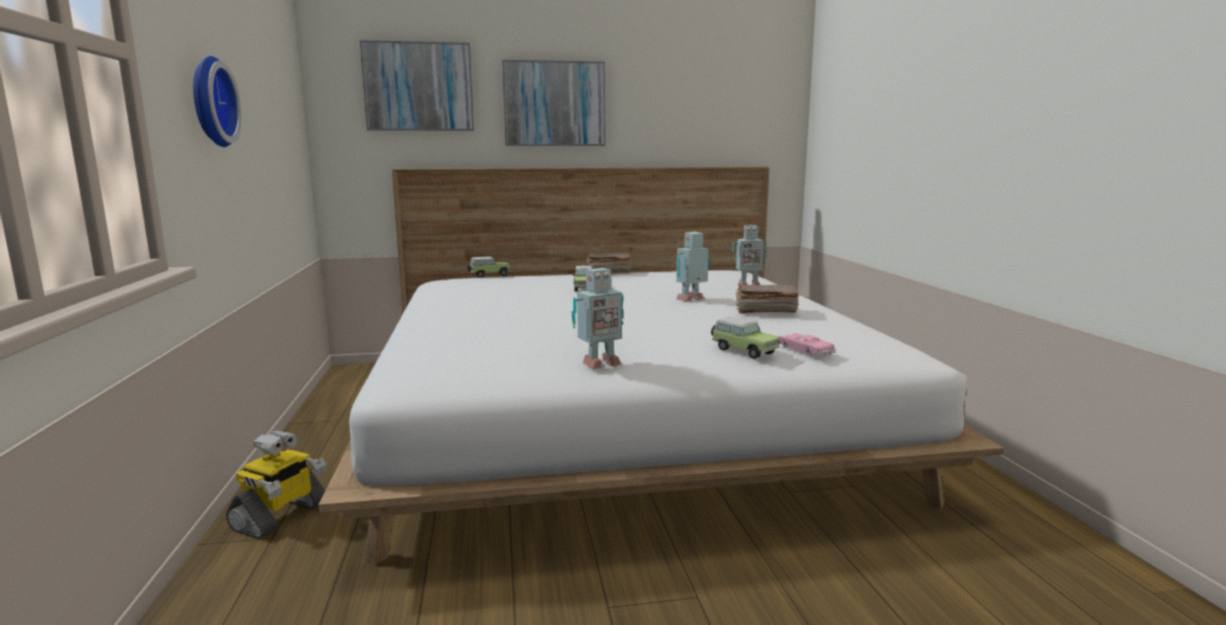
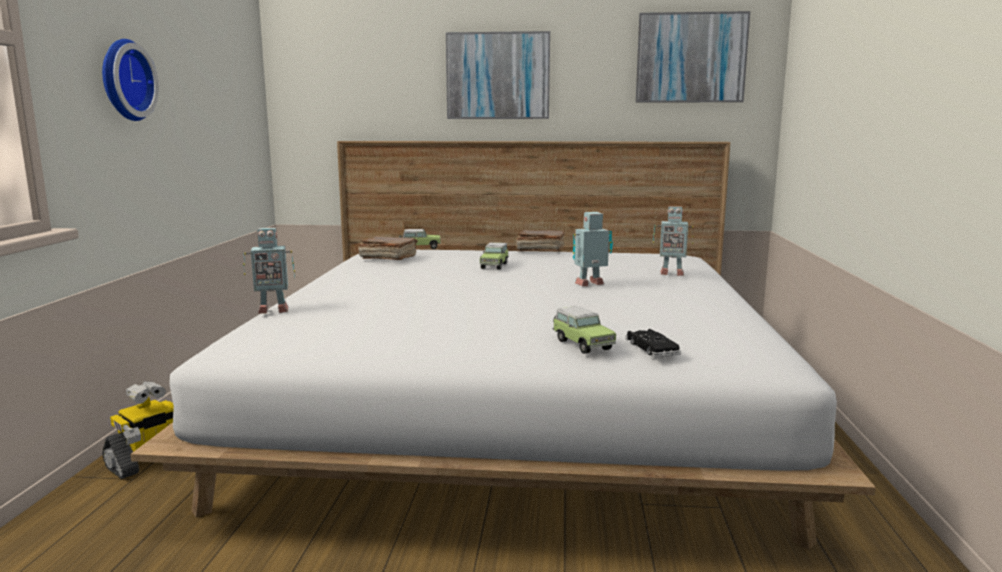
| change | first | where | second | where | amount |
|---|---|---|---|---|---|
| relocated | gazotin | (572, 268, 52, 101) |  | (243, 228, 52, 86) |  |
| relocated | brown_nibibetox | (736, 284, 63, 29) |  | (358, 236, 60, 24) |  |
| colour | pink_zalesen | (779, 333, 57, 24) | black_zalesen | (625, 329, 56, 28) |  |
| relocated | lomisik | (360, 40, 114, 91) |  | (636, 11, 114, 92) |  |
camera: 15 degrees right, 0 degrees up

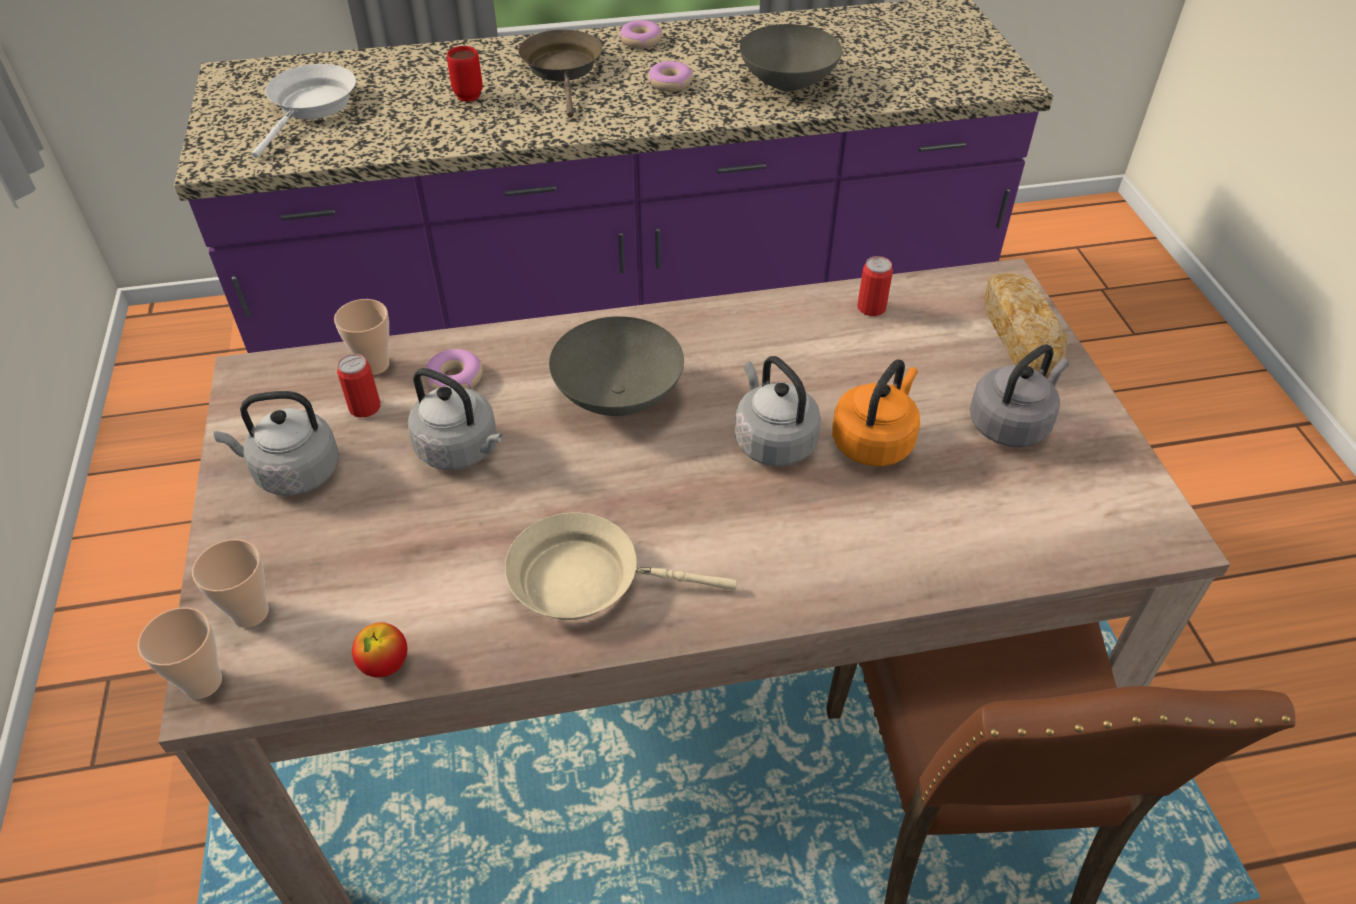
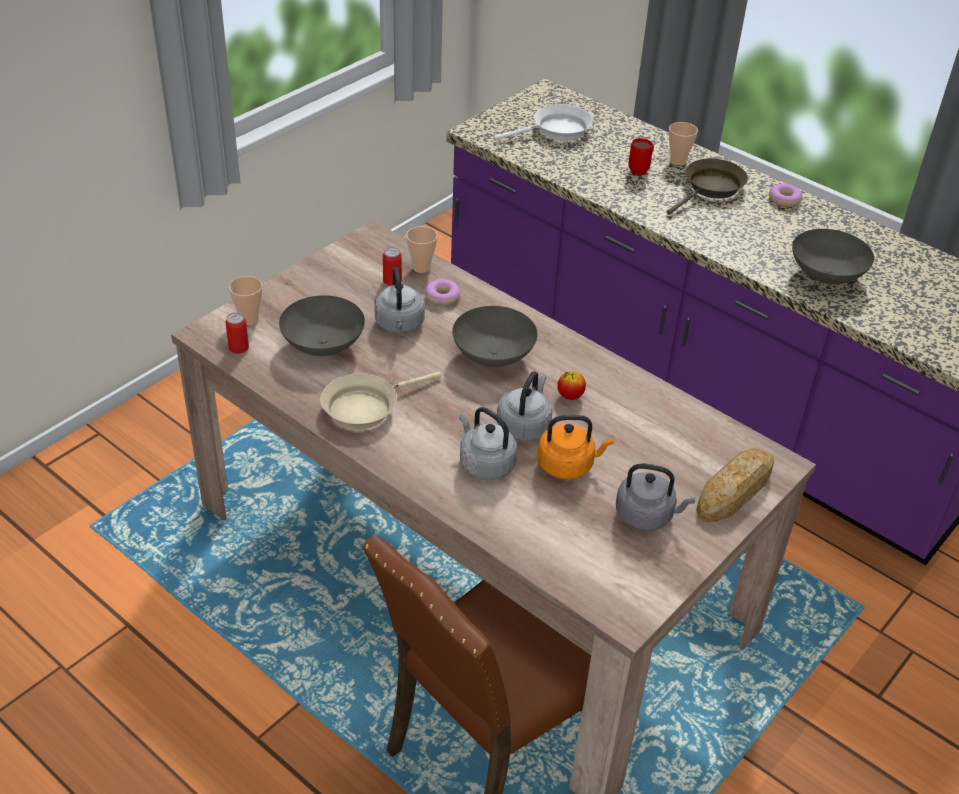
| change | first | where | second | where | amount |
|---|---|---|---|---|---|
| relocated | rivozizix | (857, 256, 36, 60) |  | (225, 312, 24, 42) |  |
| appeared |  |  | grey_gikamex | (279, 295, 86, 61) |  |
| spun | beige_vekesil | (505, 512, 232, 108) |  | (320, 372, 121, 57) | 90 degrees counterclockwise |
| relocated | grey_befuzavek | (213, 391, 126, 105) |  | (459, 407, 58, 73) |  |
| relocated | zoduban | (352, 622, 55, 55) |  | (557, 371, 29, 29) |  |
| relocated | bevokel | (138, 607, 84, 92) |  | (669, 122, 29, 43) |  |
| missing | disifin | (648, 61, 45, 31) |  |  |  |
camera: 50 degrees right, 5 degrees down

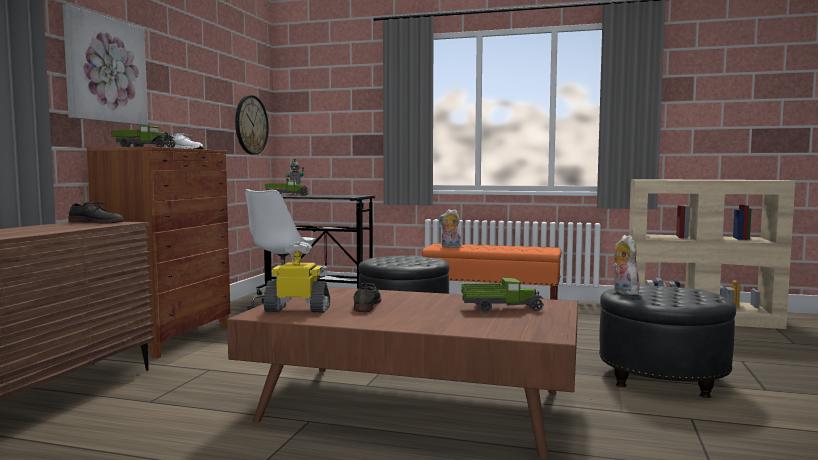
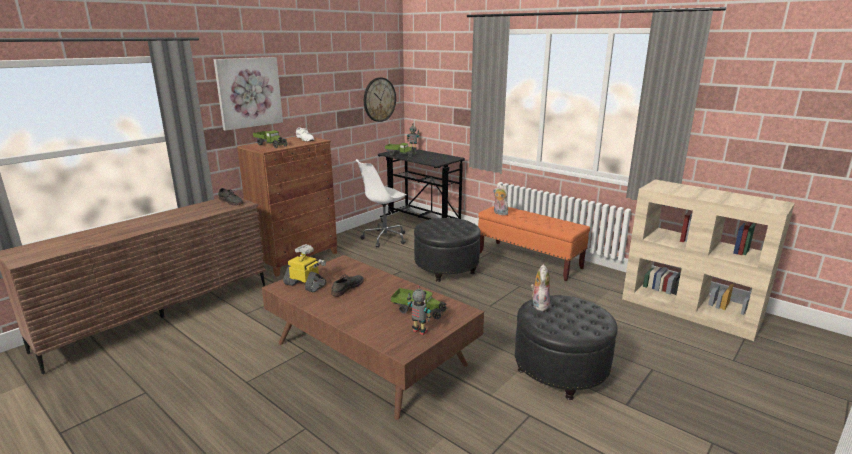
| change | first | where | second | where | amount |
|---|---|---|---|---|---|
| appeared |  |  | gazotin | (407, 285, 24, 50) |  |
camera: 25 degrees right, 15 degrees up

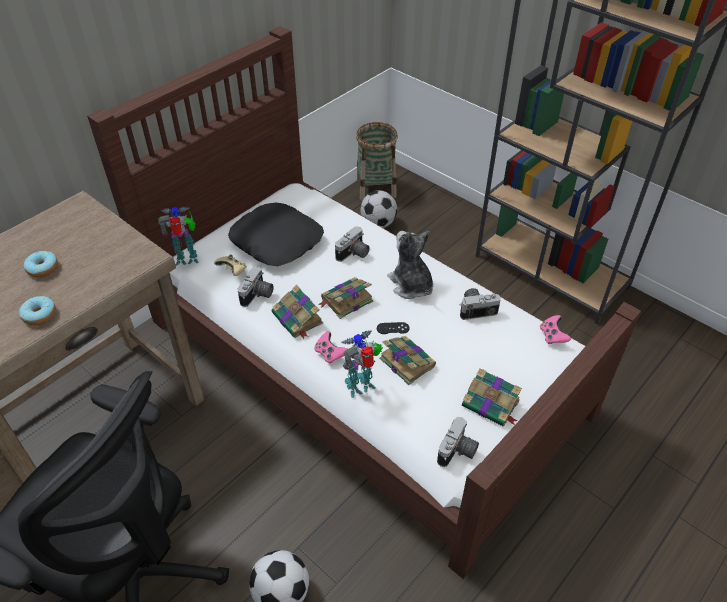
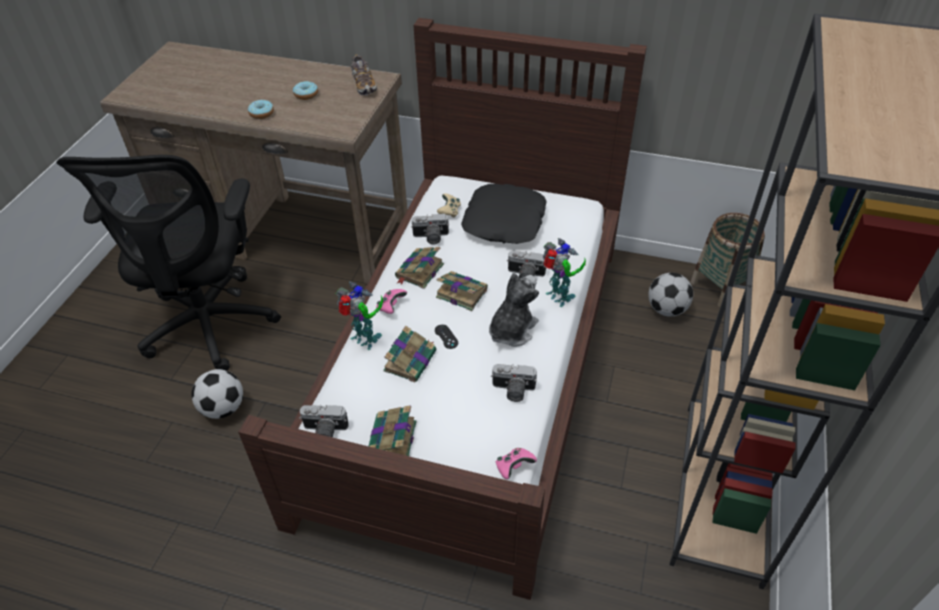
| change | first | where | second | where | amount |
|---|---|---|---|---|---|
| appeared |  |  | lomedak | (351, 54, 26, 42) |  |
| spun | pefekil | (459, 288, 42, 32) |  | (491, 364, 46, 38) | 135 degrees clockwise |
| relocated | gazotin | (158, 207, 41, 59) |  | (543, 238, 43, 69) |  |
camera: 65 degrees right, 0 degrees up

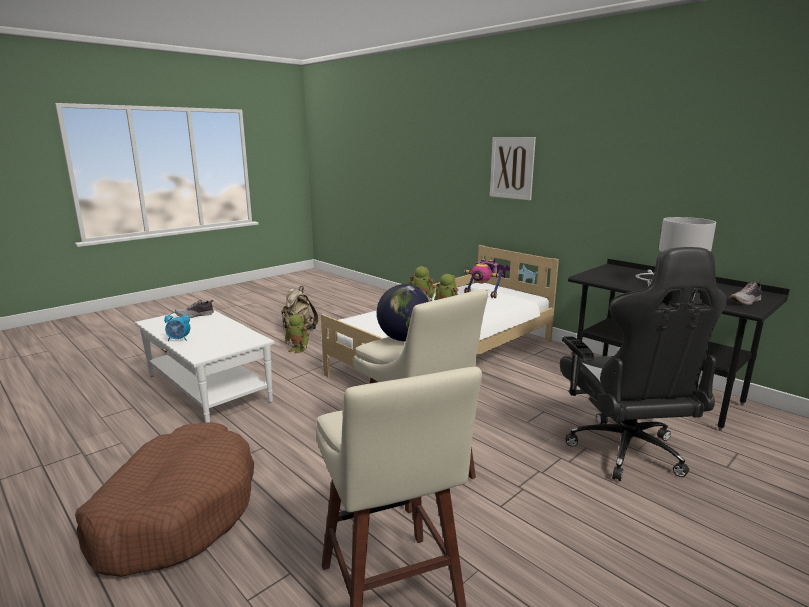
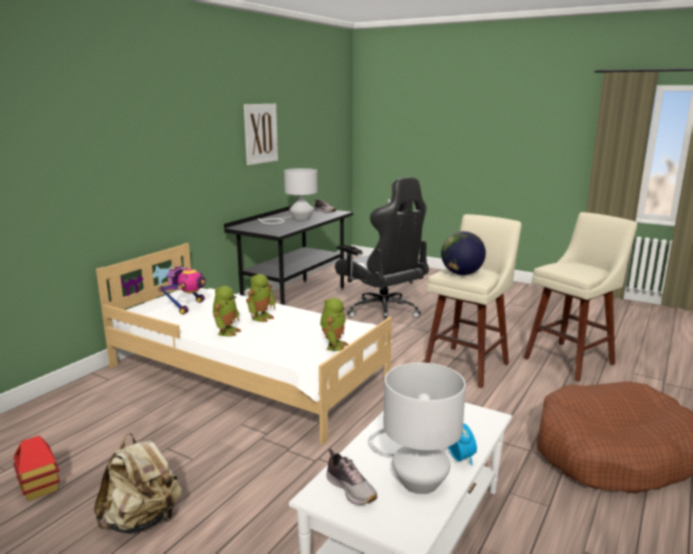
| change | first | where | second | where | amount |
|---|---|---|---|---|---|
| appeared |  |  | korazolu | (13, 436, 47, 65) |  |
| relocated | lomisik | (490, 137, 46, 63) |  | (244, 104, 34, 61) |  |
| relocated | gazotin | (285, 315, 25, 39) |  | (320, 298, 28, 53) |  |
| spun | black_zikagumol | (560, 247, 167, 234) |  | (335, 177, 94, 144) | 75 degrees clockwise |
| appeared |  |  | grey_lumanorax | (368, 363, 98, 131) |  |
camera: 105 degrees left, 0 degrees up

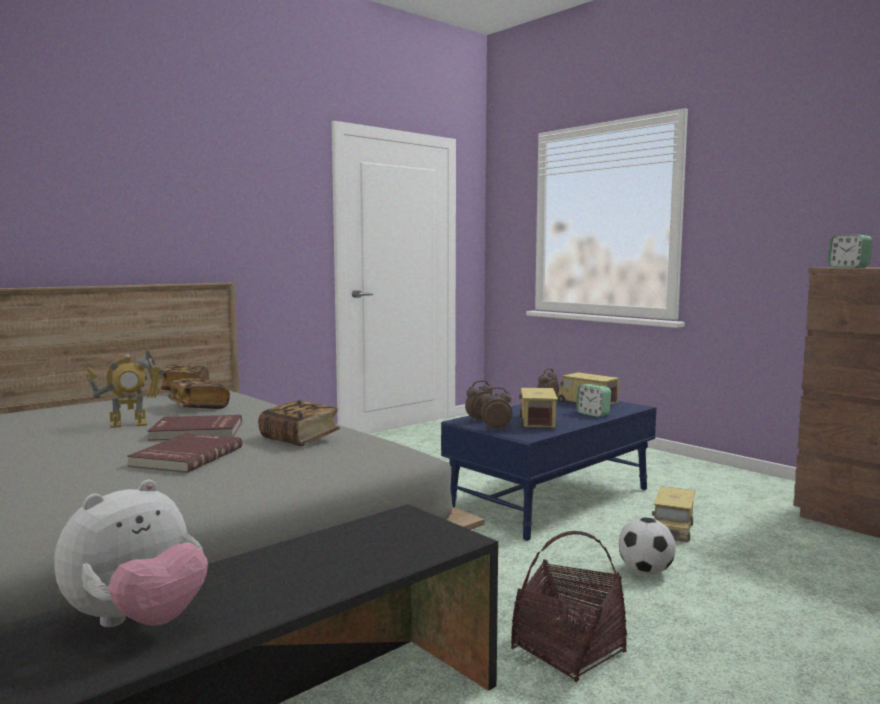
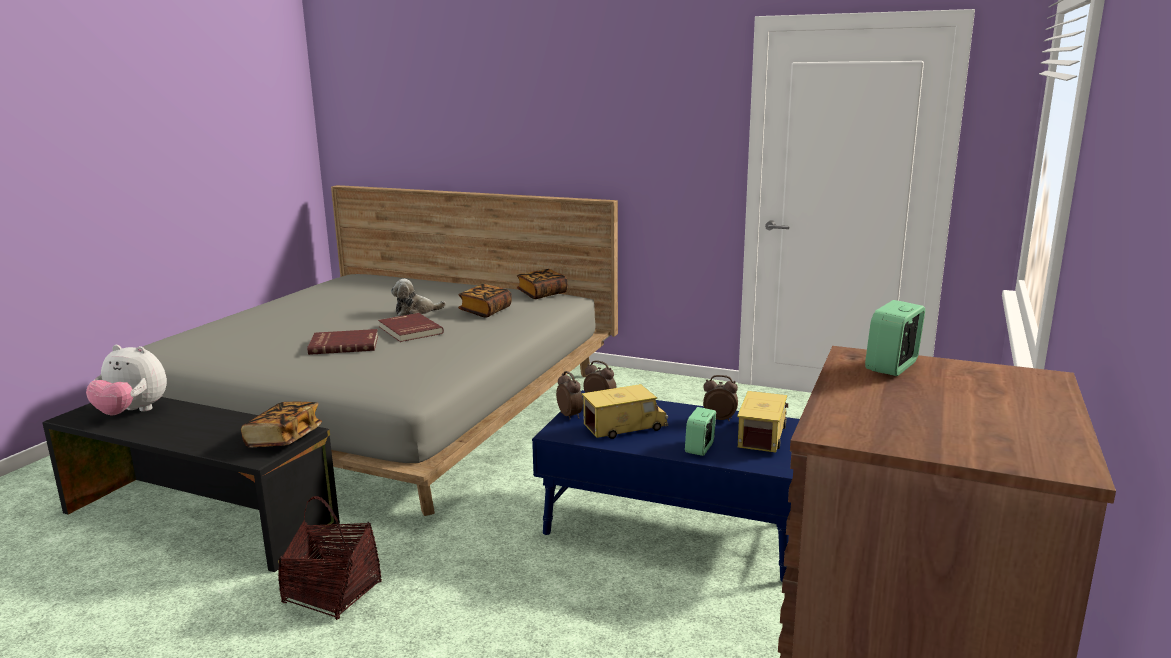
| change | first | where | second | where | amount |
|---|---|---|---|---|---|
| relocated | nibibetox | (258, 400, 82, 46) |  | (241, 402, 81, 46) |  |
| exchanged | gazotin | (86, 350, 78, 78) | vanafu | (391, 279, 55, 37) |  |
| missing | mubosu | (619, 517, 57, 58) |  |  |  |
| missing | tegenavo | (652, 486, 43, 56) |  |  |  |
camera: 65 degrees right, 10 degrees up

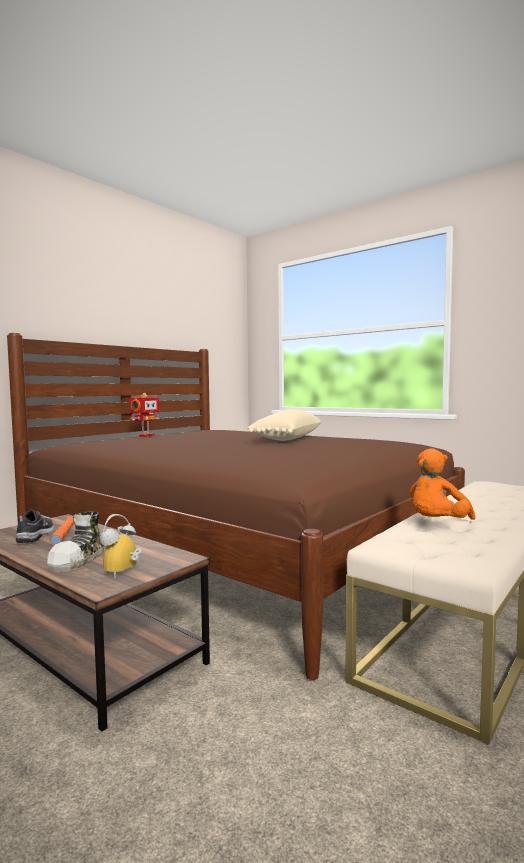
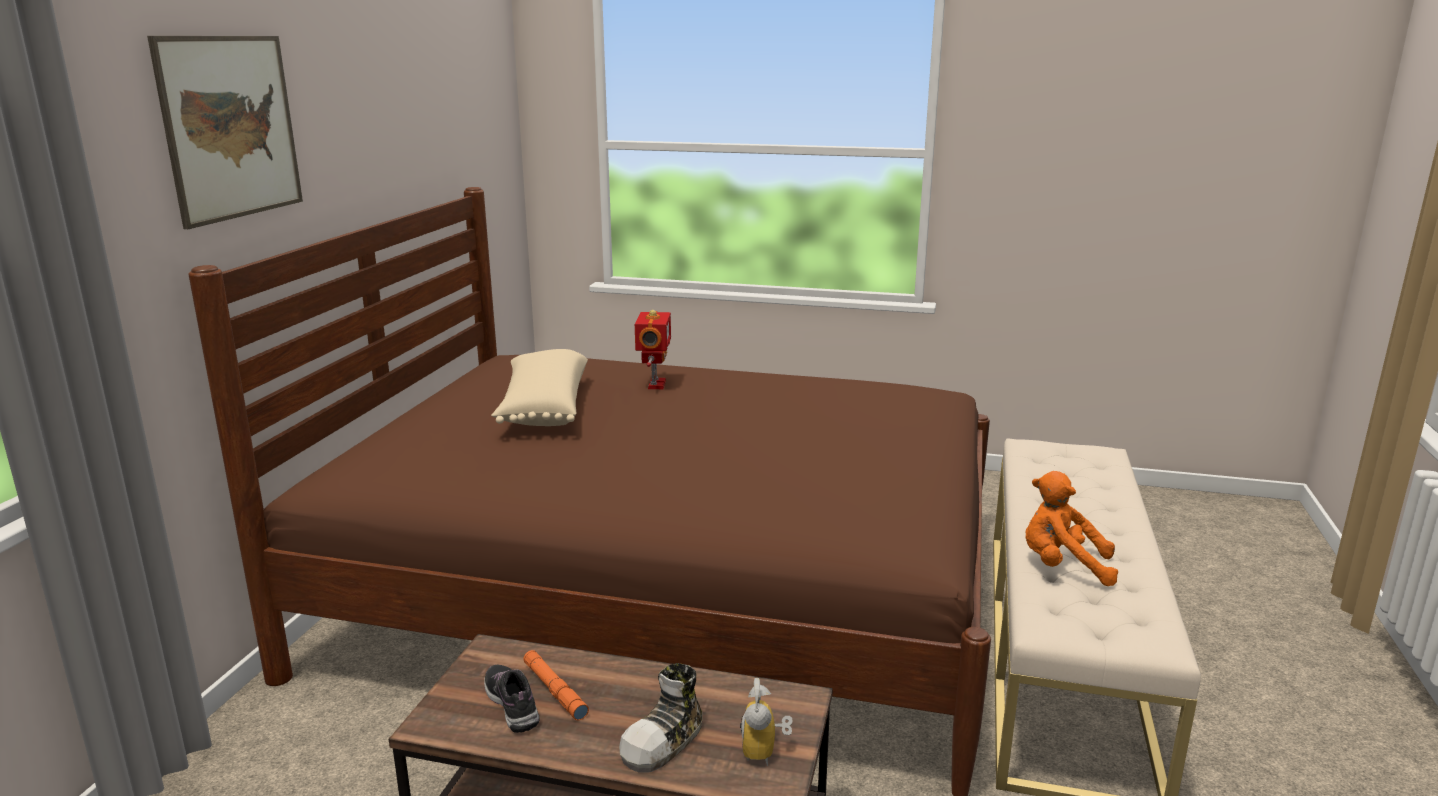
| change | first | where | second | where | amount |
|---|---|---|---|---|---|
| appeared |  |  | lomisik | (147, 36, 156, 193) |  |
| relocated | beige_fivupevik | (248, 409, 73, 32) |  | (491, 349, 97, 77) |  |
| spun | lomedak | (47, 511, 57, 61) |  | (619, 663, 83, 110) | 45 degrees clockwise |
| relocated | gazotin | (130, 393, 29, 44) |  | (635, 310, 36, 79) |  |
| spun | orange_vanafu | (409, 448, 66, 72) |  | (1025, 471, 93, 115) | 90 degrees clockwise |
camera: 25 degrees left, 15 degrees up

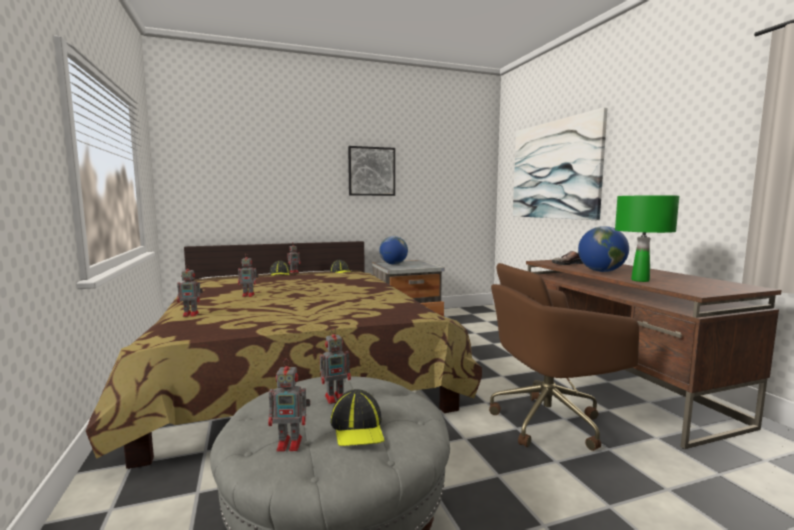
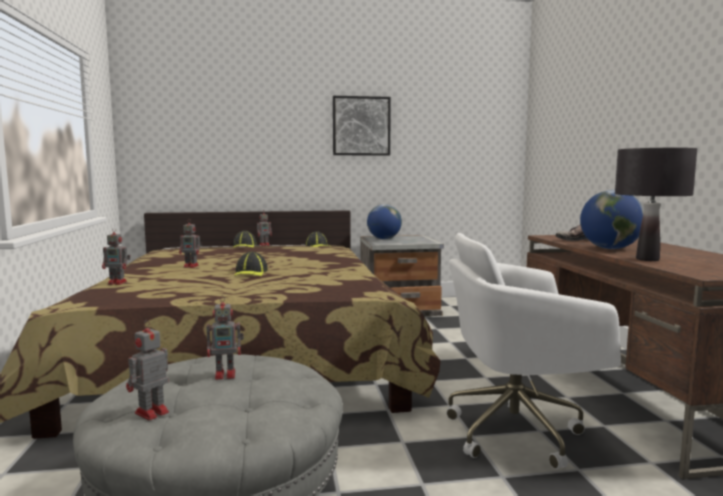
| change | first | where | second | where | amount |
|---|---|---|---|---|---|
| spun | gazotin | (268, 359, 42, 93) |  | (126, 320, 43, 100) | 120 degrees clockwise |
| relocated | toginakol | (331, 389, 54, 57) |  | (234, 252, 34, 24) |  |
| colour | brown_zikagumol | (489, 263, 150, 188) | white_zikagumol | (446, 233, 175, 236) |  |
| colour | green_lumanorax | (615, 195, 64, 87) | black_lumanorax | (615, 148, 82, 113) |  |
| missing | lomisik | (513, 108, 94, 112) |  |  |  |
camera: 10 degrees right, 0 degrees up

